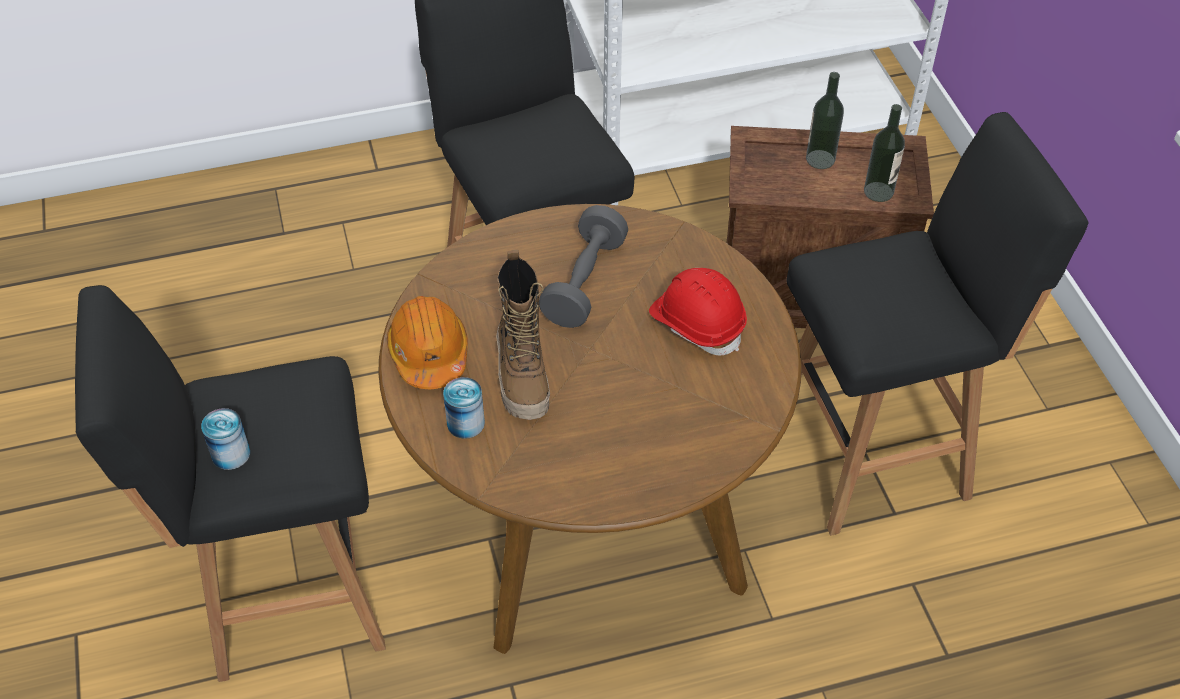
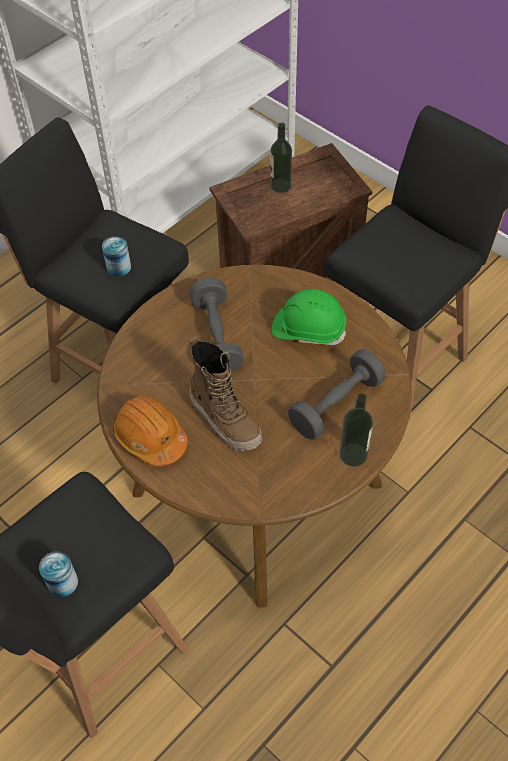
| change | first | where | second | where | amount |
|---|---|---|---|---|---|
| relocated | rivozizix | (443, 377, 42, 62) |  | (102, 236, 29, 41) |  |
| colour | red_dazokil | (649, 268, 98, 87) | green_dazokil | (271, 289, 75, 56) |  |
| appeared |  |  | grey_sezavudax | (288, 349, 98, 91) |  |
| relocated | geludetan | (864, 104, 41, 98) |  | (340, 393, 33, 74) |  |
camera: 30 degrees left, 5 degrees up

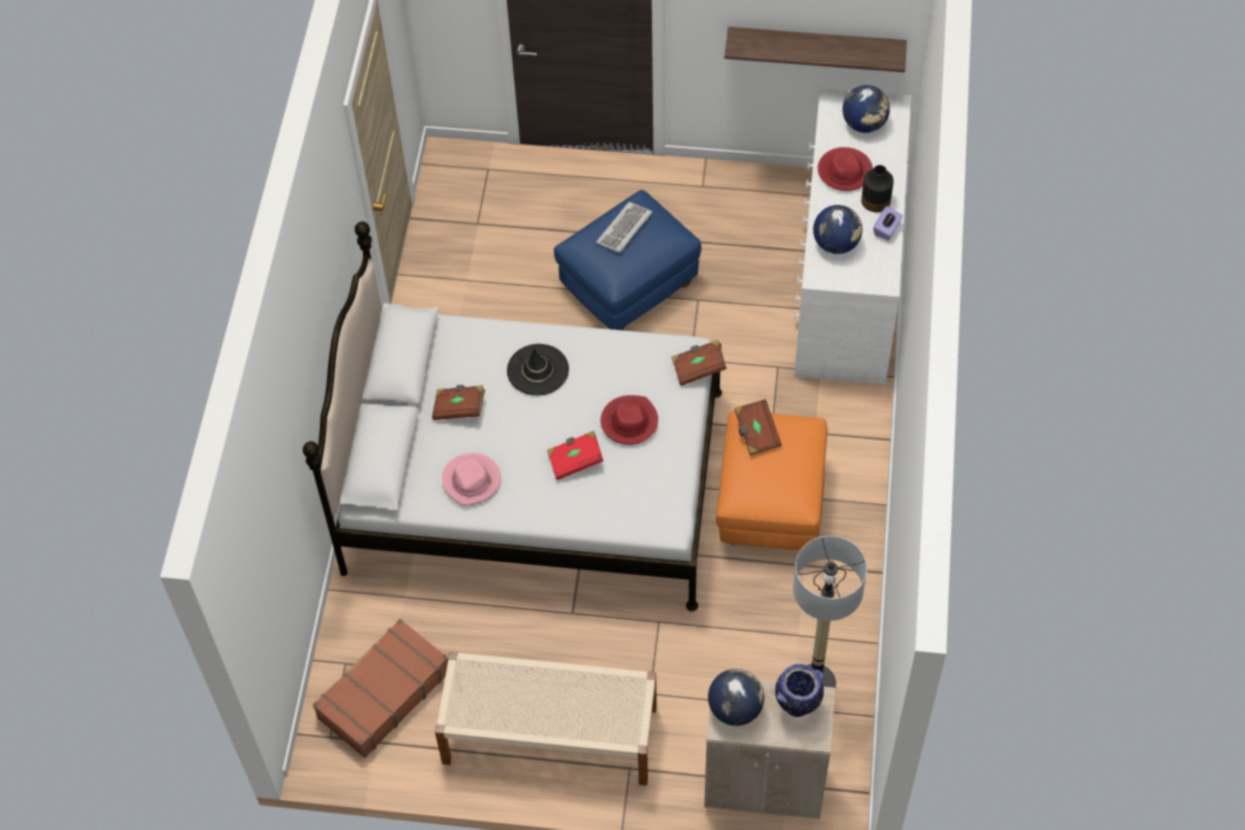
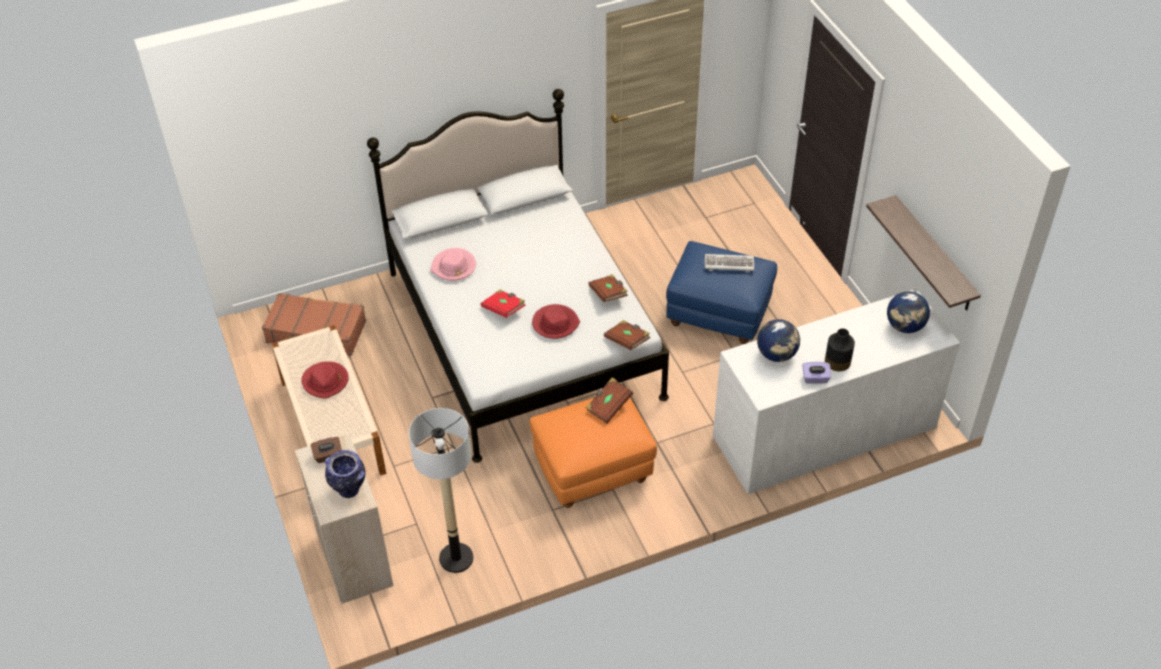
| change | first | where | second | where | amount |
|---|---|---|---|---|---|
| relocated | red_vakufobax | (818, 147, 55, 44) |  | (301, 361, 48, 38) |  |
| exchanged | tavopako | (708, 669, 56, 57) | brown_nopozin | (311, 437, 31, 26) |  |
| relocated | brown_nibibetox | (432, 385, 53, 35) |  | (589, 274, 39, 28) |  |
| missing | black_vakufobax | (507, 344, 62, 52) |  |  |  |
camera: 60 degrees right, 10 degrees down

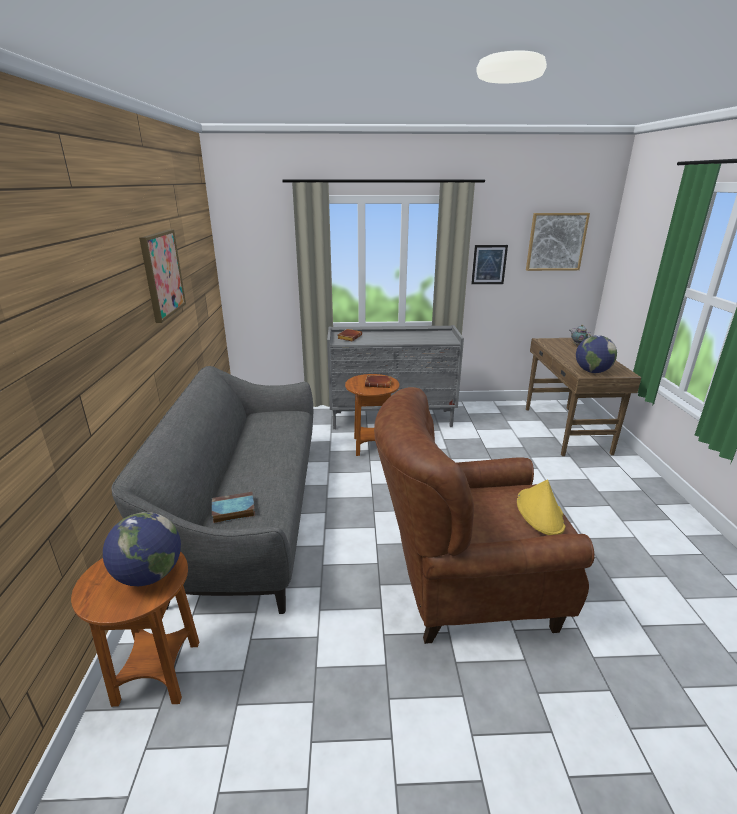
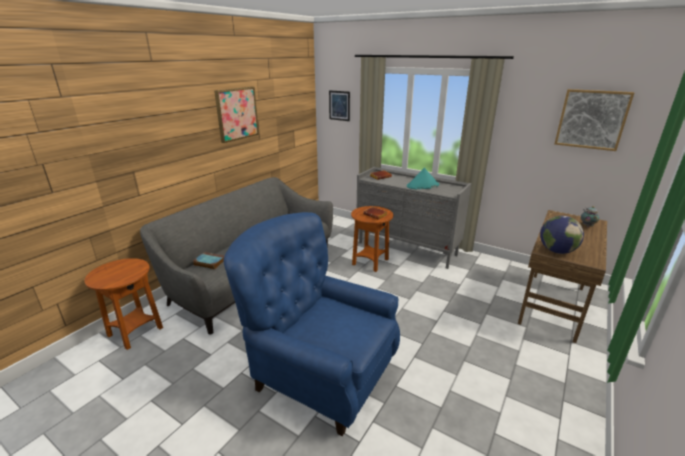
| change | first | where | second | where | amount |
|---|---|---|---|---|---|
| colour | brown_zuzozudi | (374, 387, 220, 257) | blue_zuzozudi | (224, 212, 176, 224) |  |
| relocated | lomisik | (471, 245, 37, 39) |  | (329, 90, 21, 31) |  |
| appeared |  |  | turquoise_vakufobax | (407, 168, 32, 21) |  |
| missing | tavopako | (103, 512, 78, 74) |  |  |  |
| missing | yellow_vakufobax | (517, 479, 49, 56) |  |  |  |
camera: 35 degrees right, 0 degrees up

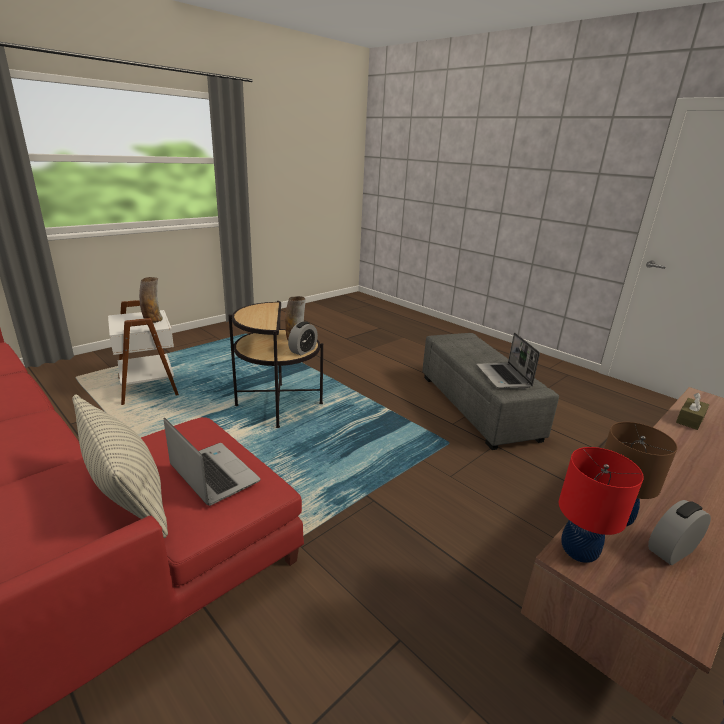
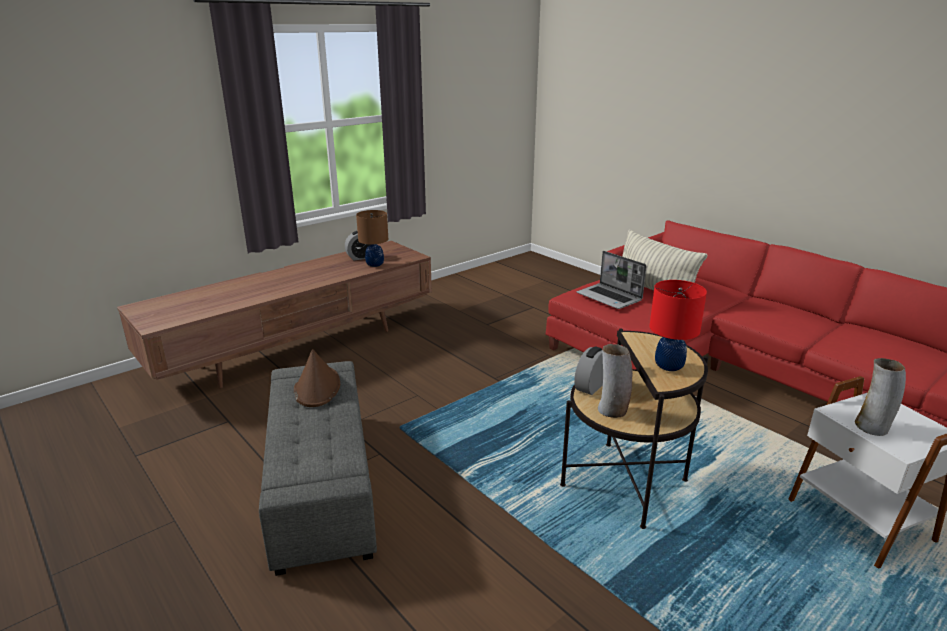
| change | first | where | second | where | amount |
|---|---|---|---|---|---|
| exchanged | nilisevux | (476, 333, 64, 56) | brown_vakufobax | (294, 349, 46, 58) |  |
| relocated | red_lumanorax | (559, 447, 85, 116) |  | (649, 280, 58, 91) |  |
| missing | brown_nopozin | (676, 393, 33, 37) |  |  |  |
camera: 175 degrees left, 0 degrees up

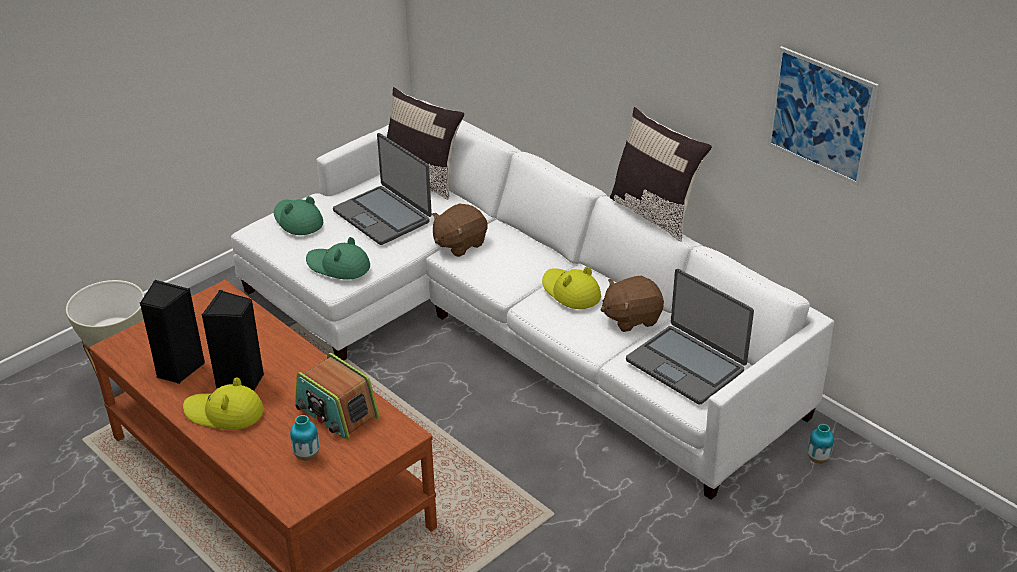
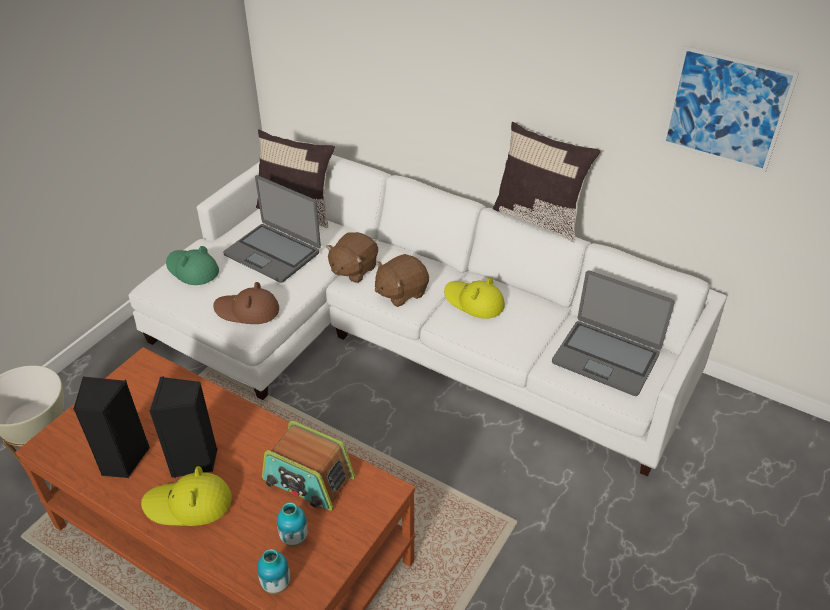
| change | first | where | second | where | amount |
|---|---|---|---|---|---|
| colour | green_vakufobax | (306, 237, 64, 43) | brown_vakufobax | (213, 282, 66, 42) |  |
| relocated | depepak | (808, 424, 26, 40) |  | (257, 549, 33, 46) |  |
| relocated | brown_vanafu | (601, 275, 63, 57) |  | (375, 254, 54, 53) |  |
camera: 15 degrees left, 5 degrees up

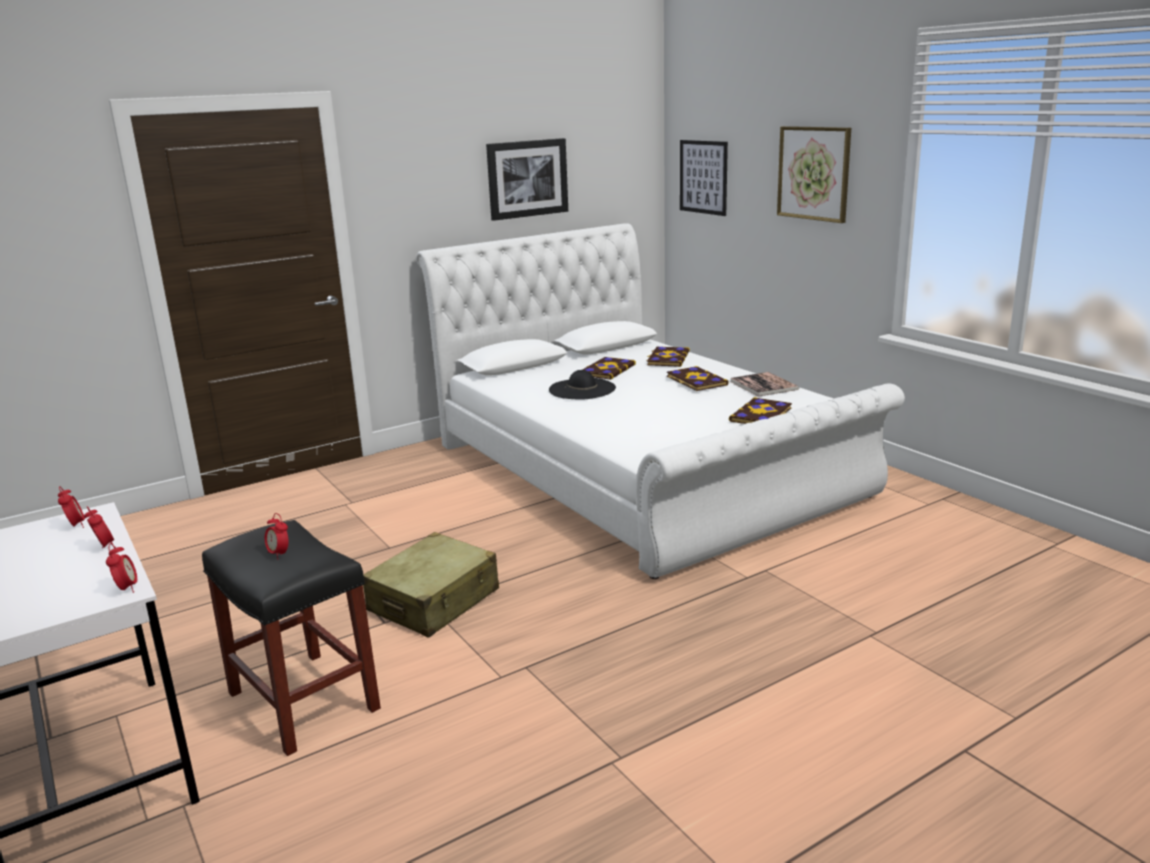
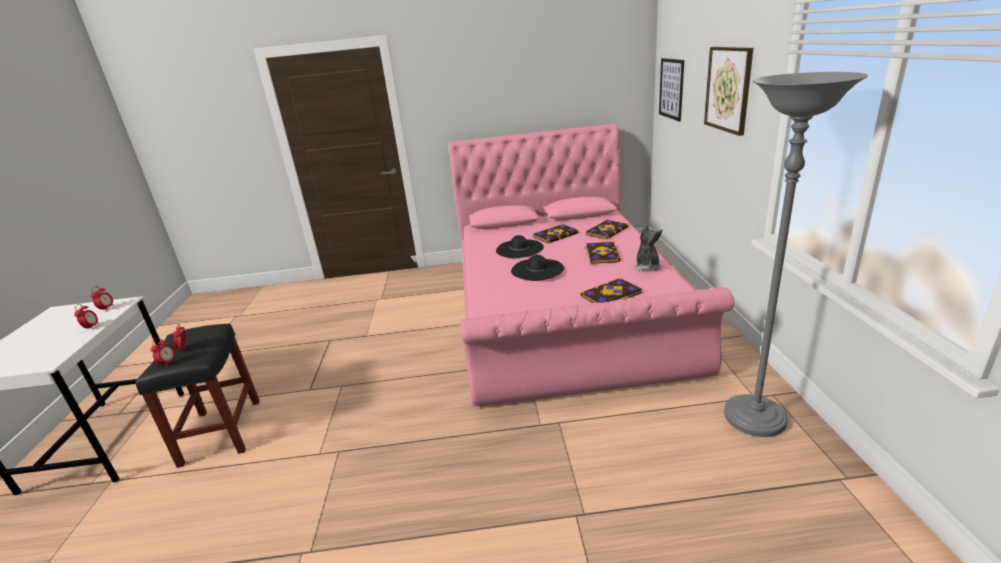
| change | first | where | second | where | amount |
|---|---|---|---|---|---|
| relocated | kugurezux | (106, 543, 31, 50) |  | (150, 338, 26, 29) |  |
| colour | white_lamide | (416, 223, 489, 356) | pink_lamide | (448, 124, 287, 282) |  |
| appeared |  |  | black_vakufobax | (511, 255, 53, 26) |  |
| exchanged | nibibetox | (731, 372, 68, 25) | vanafu | (633, 225, 30, 46) |  |
| appeared |  |  | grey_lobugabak | (724, 72, 144, 365) |  |
| missing | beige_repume | (363, 532, 136, 106) |  |  |  |
| missing | lomisik | (486, 138, 82, 83) |  |  |  |
camera: 30 degrees right, 5 degrees up

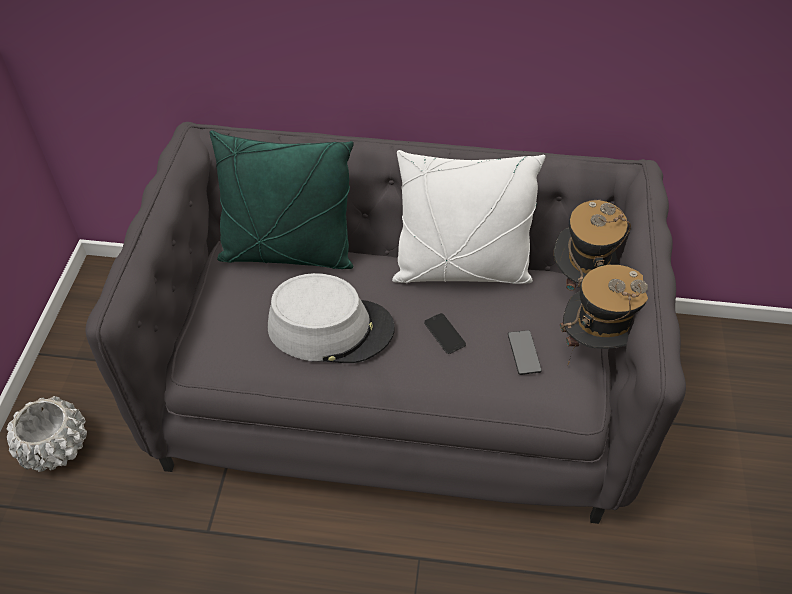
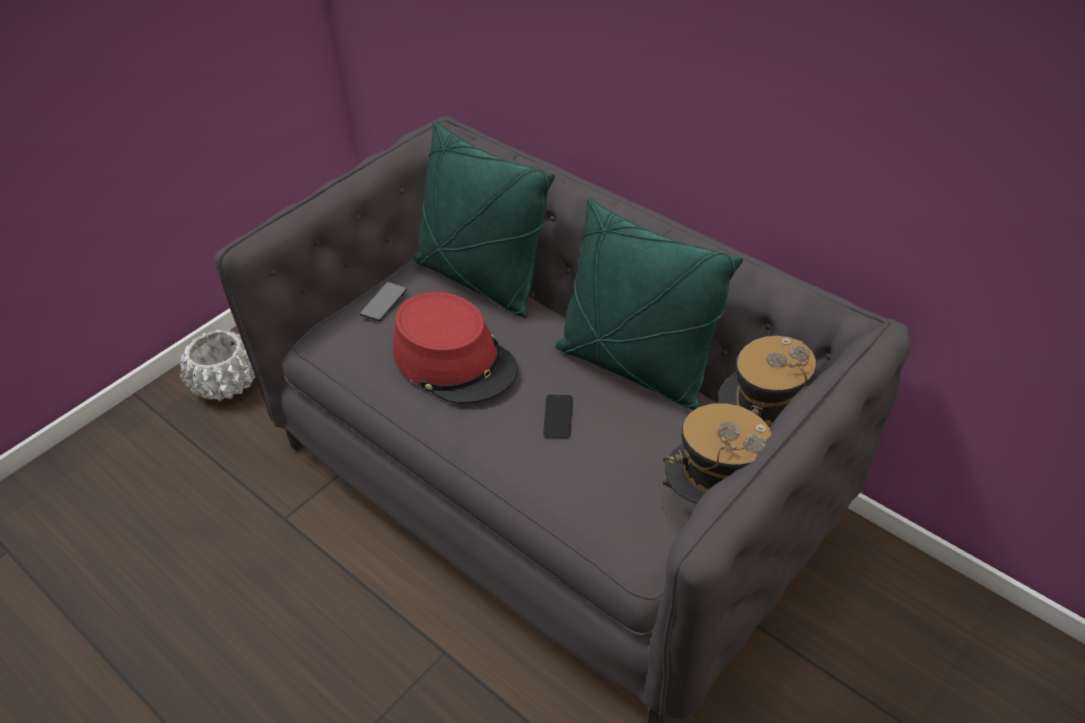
| change | first | where | second | where | amount |
|---|---|---|---|---|---|
| relocated | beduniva | (508, 330, 34, 45) |  | (360, 282, 47, 39) |  |
| colour | grey_vakufobax | (268, 273, 127, 90) | red_vakufobax | (393, 292, 125, 112) |  |
| colour | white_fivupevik | (392, 150, 153, 134) | green_fivupevik | (555, 197, 188, 213) |  |
camera: 35 degrees right, 5 degrees down

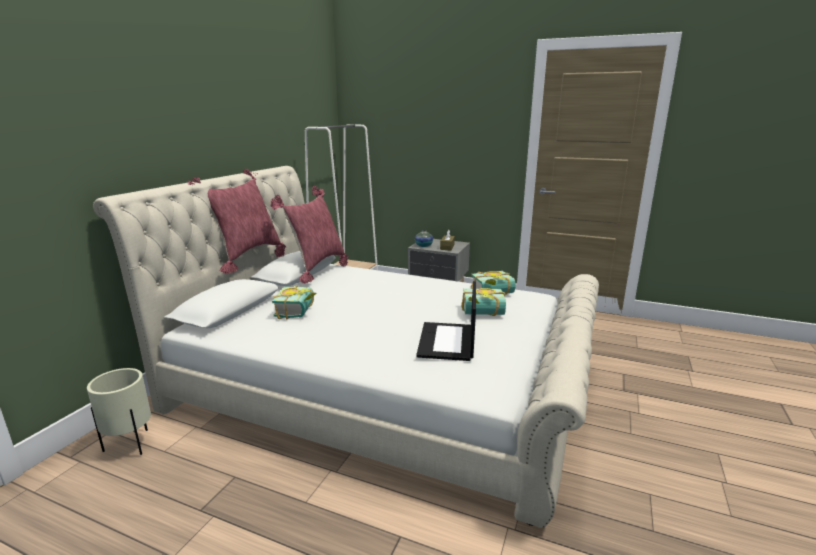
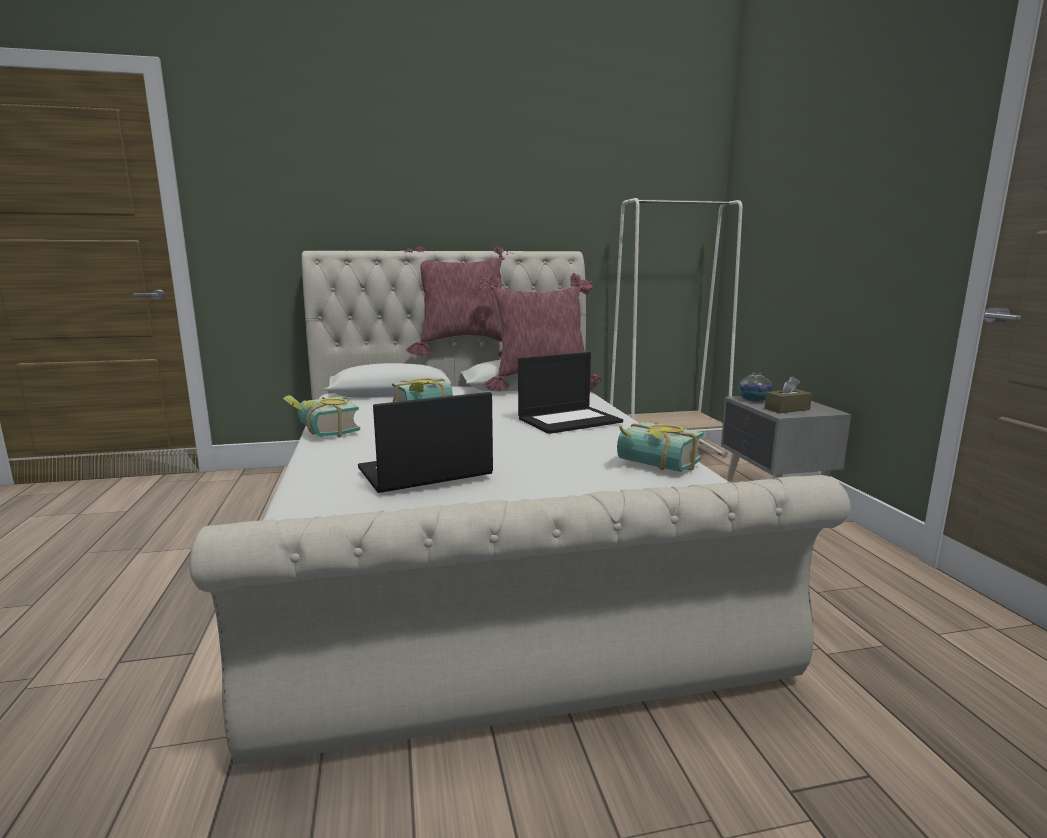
| change | first | where | second | where | amount |
|---|---|---|---|---|---|
| relocated | nibibetox | (461, 287, 45, 29) |  | (283, 395, 77, 43) |  |
| appeared |  |  | nilisevux | (518, 352, 105, 82) |  |
| missing | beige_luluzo | (87, 368, 64, 87) |  |  |  |
camera: 55 degrees right, 5 degrees down

